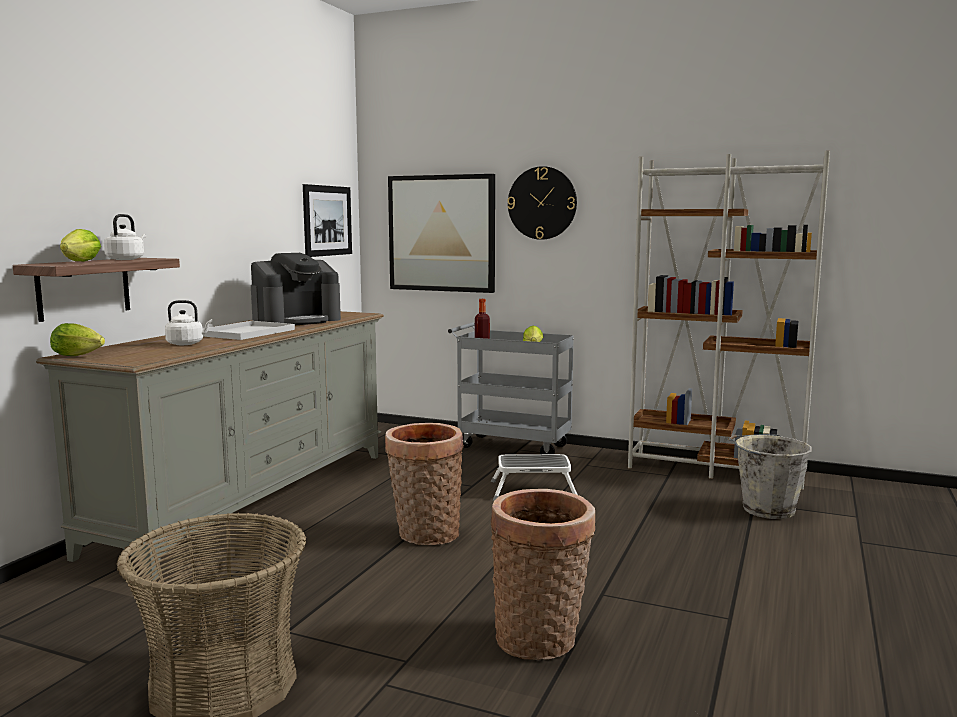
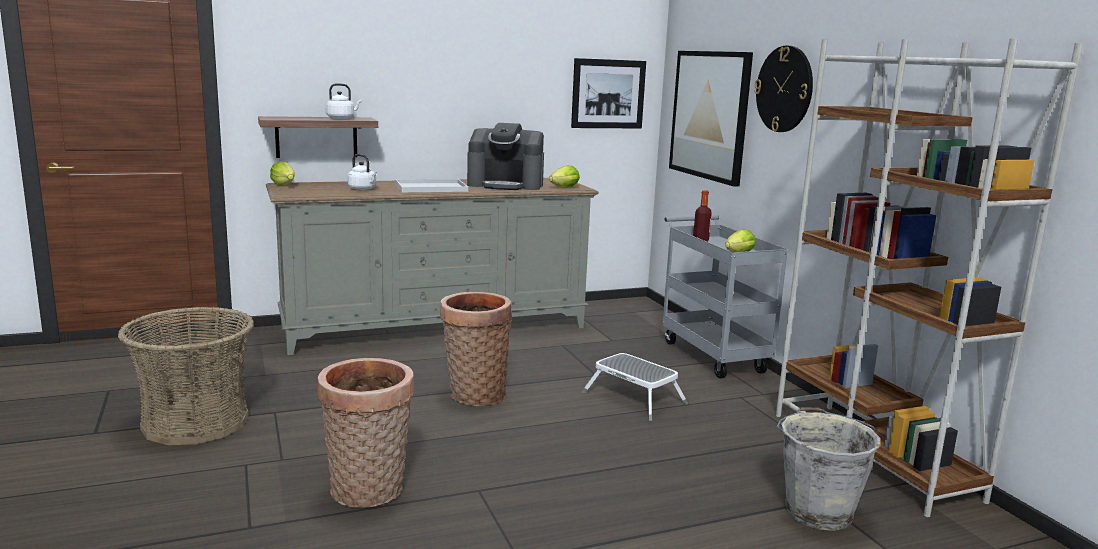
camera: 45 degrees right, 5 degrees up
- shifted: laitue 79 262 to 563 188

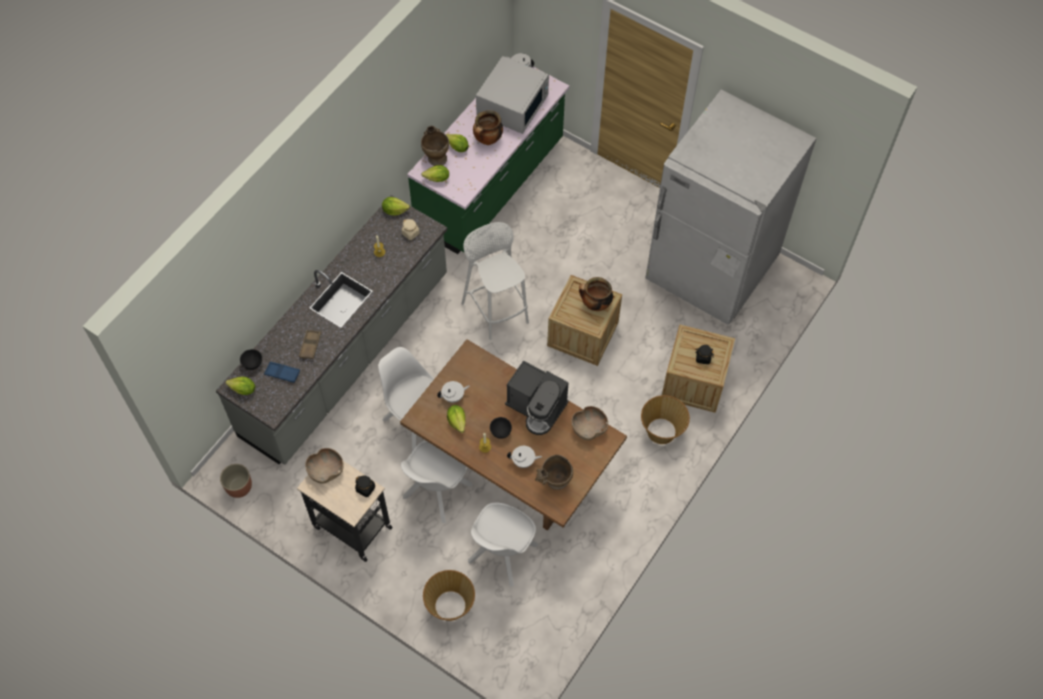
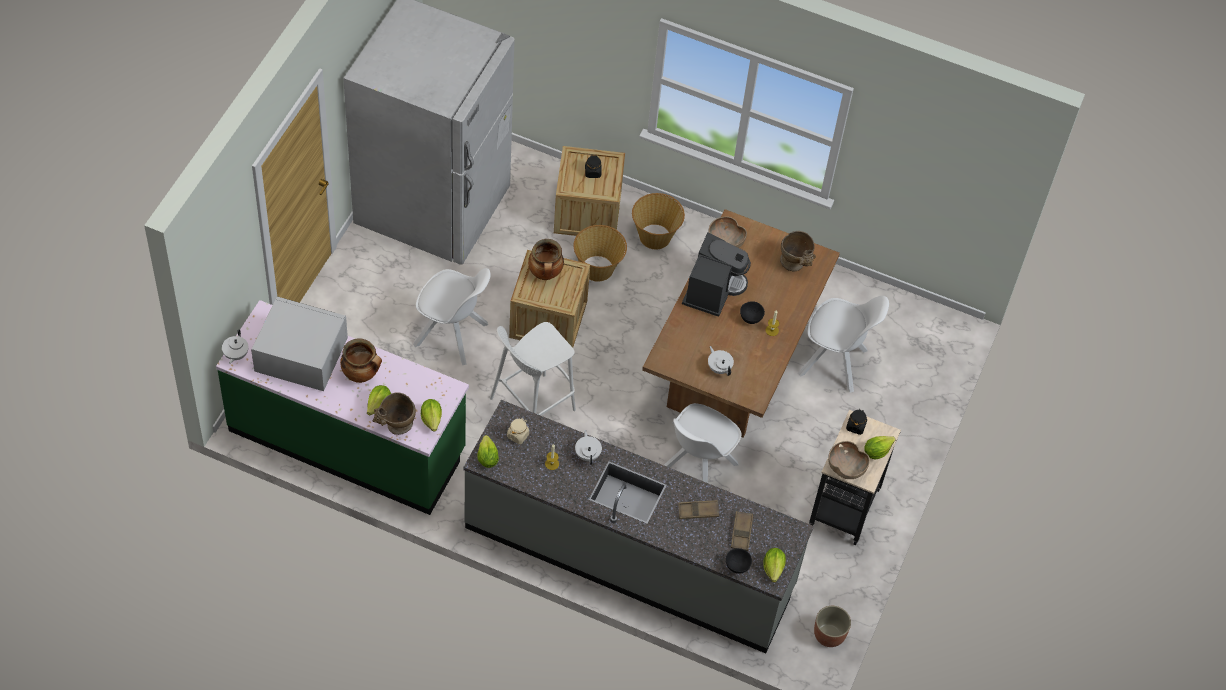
camera: 105 degrees left, 5 degrees down
- shifted: chaise (blanc) 436 491 to 452 335
- shifted: panier 450 606 to 598 268
- shifted: laitue 457 421 to 876 451
- shifted: théière (blanc) 523 461 to 588 454
- repainted: plateau (bleu) 282 373 to plateau (marron) 741 532

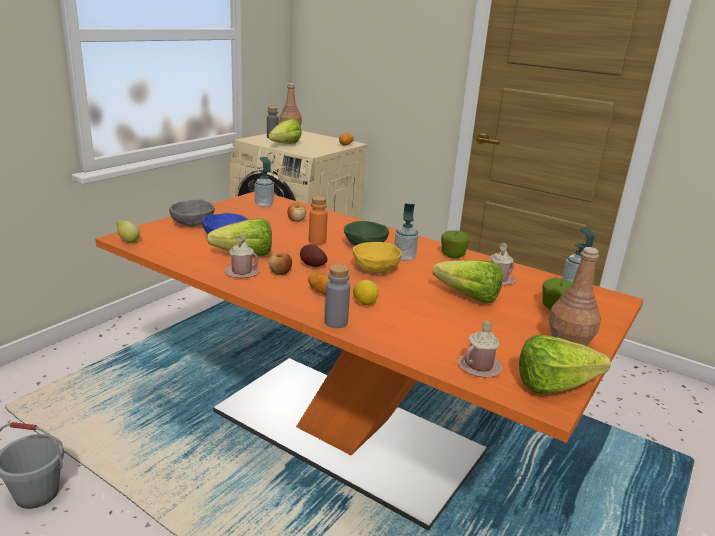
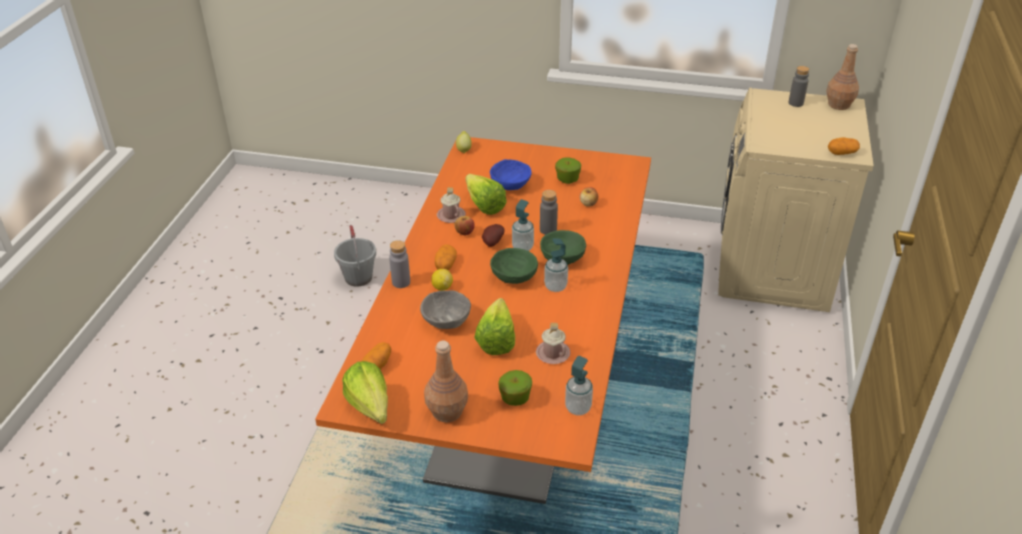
camera: 70 degrees right, 15 degrees up
- gone: laitue 282 145
- shifted: bol (gris) 192 224 to 446 321
- shifted: distributeur de savon 264 204 to 522 247
- shifted: pomme 453 255 to 567 179
- swapped: mug (rose) 479 367 to pomme de terre 377 364
- repainted: bouteille (orange) 317 241 to bouteille (gris) 548 230
- repainted: bol (jaune) 376 269 to bol (vert) 514 277

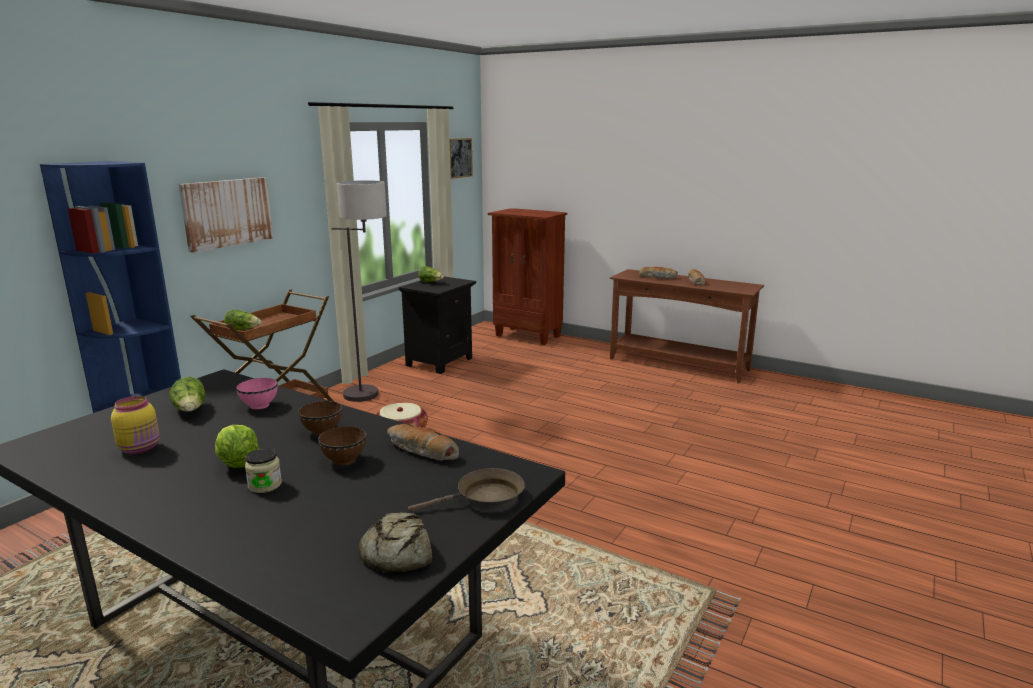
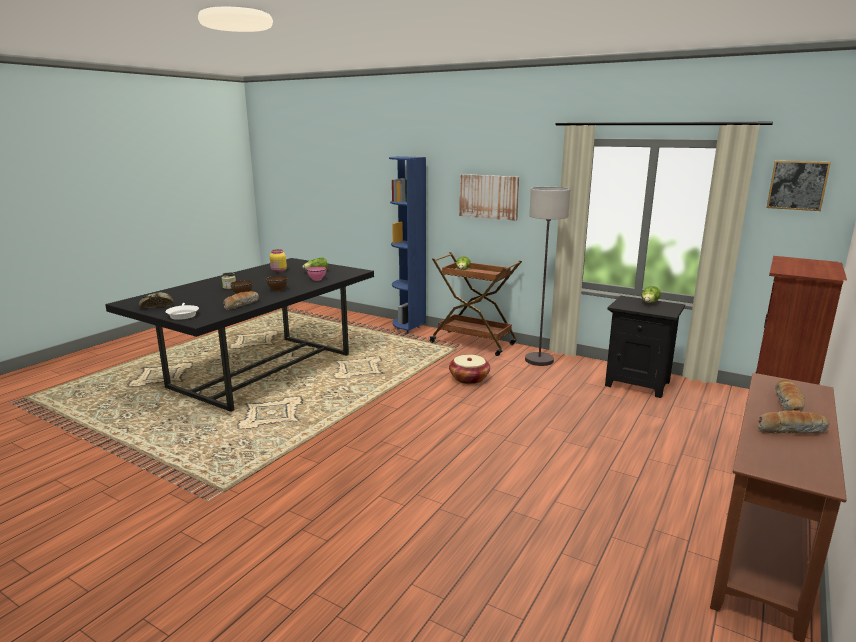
camera: 90 degrees right, 0 degrees up
- gone: laitue 238 463
- repainted: poêle (marron) 485 498 to poêle (blanc) 182 315

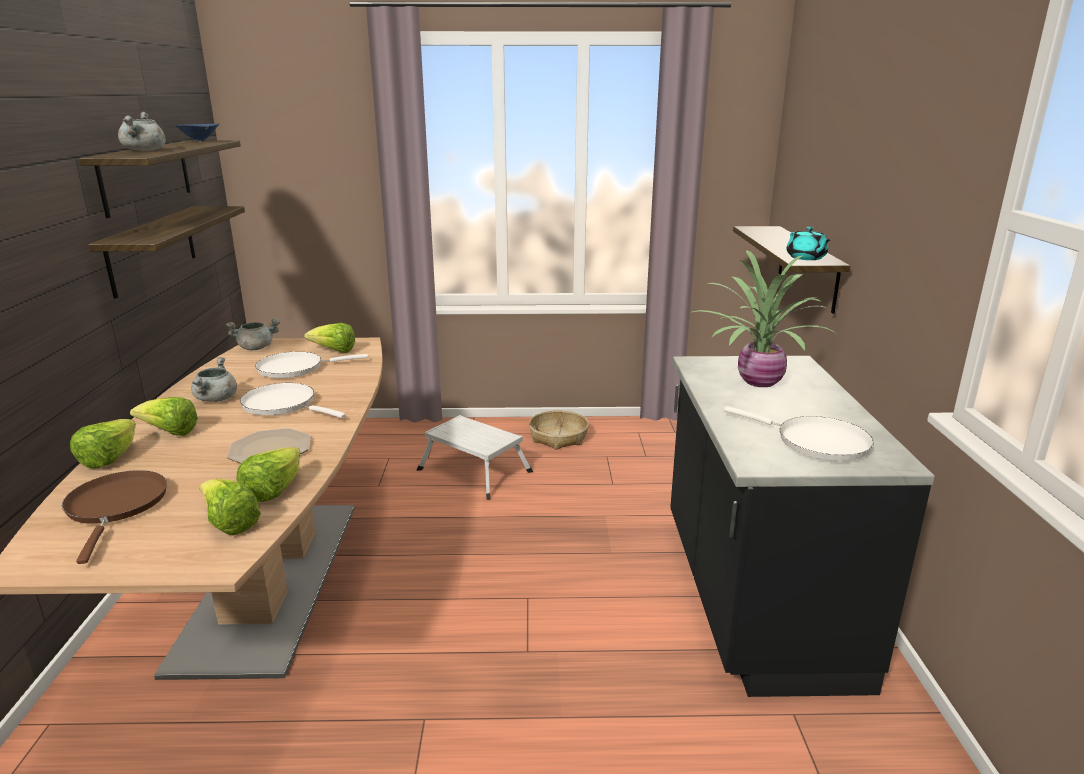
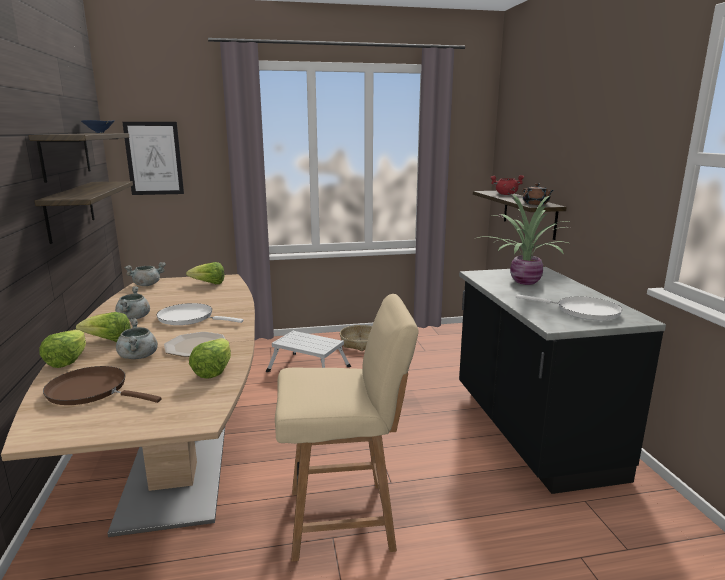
camera: 10 degrees left, 5 degrees down
- gone: laitue 229 524
- gone: poêle (blanc) 295 368
- new: tableau 154 158
- new: chaise (beige) 344 519
- new: marmite (rouge) 505 194
- shifted: marmite (gris) 145 151 to 139 356
- repainted: théière (turquoise) 806 258 to théière (marron) 536 204
- rotated: poêle (marron) 116 507 = 92 391 45 degrees counterclockwise

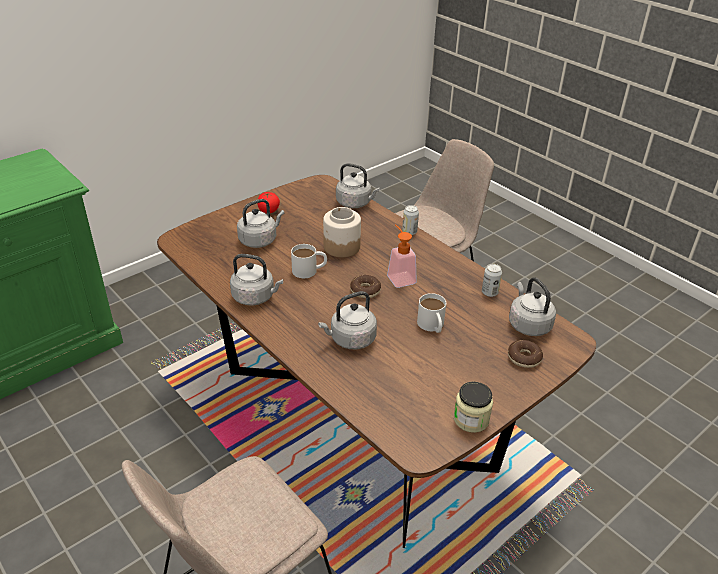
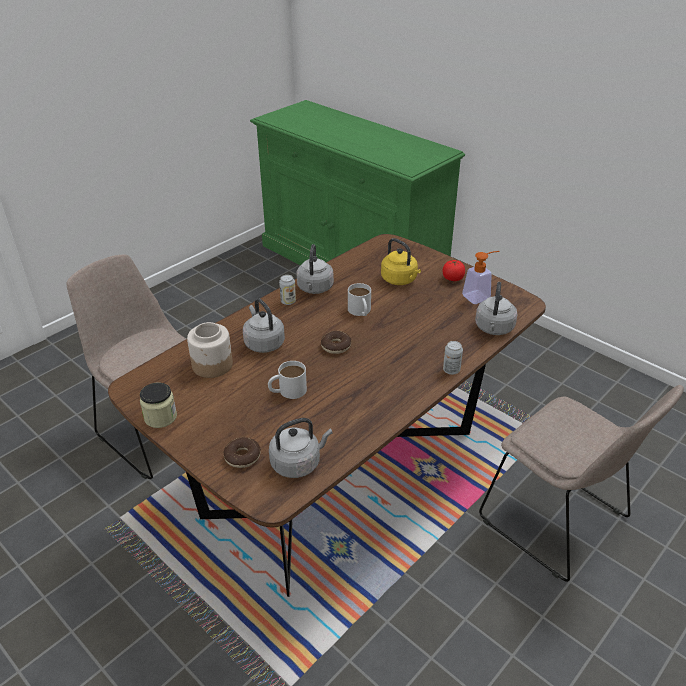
camera: 85 degrees right, 0 degrees up
- shifted: bocal 341 247 to 213 365
- shifted: distributeur de savon 399 277 to 480 296
- shifted: boîte métallique 489 292 to 288 301
- repainted: bouilloire (gris) 259 240 to bouilloire (jaune) 400 280

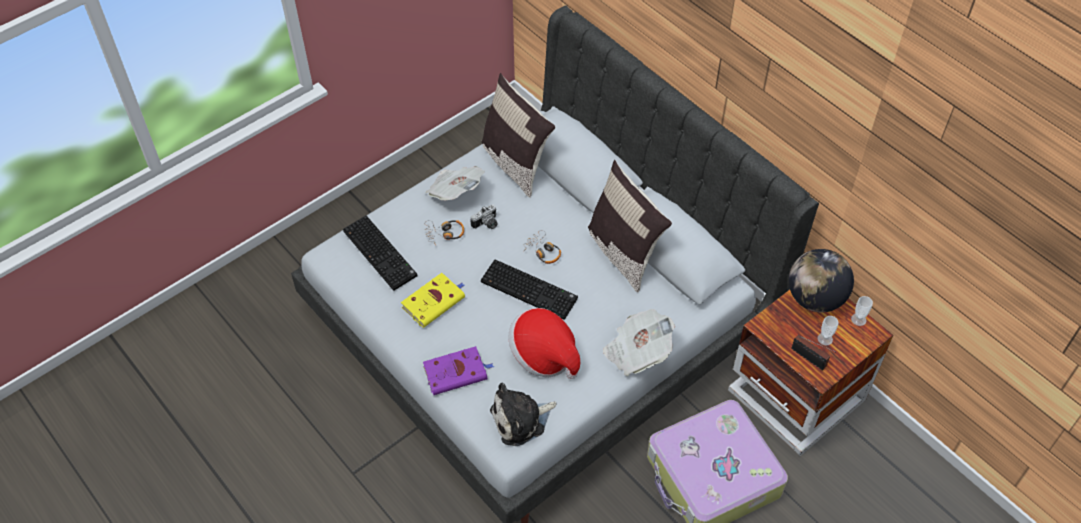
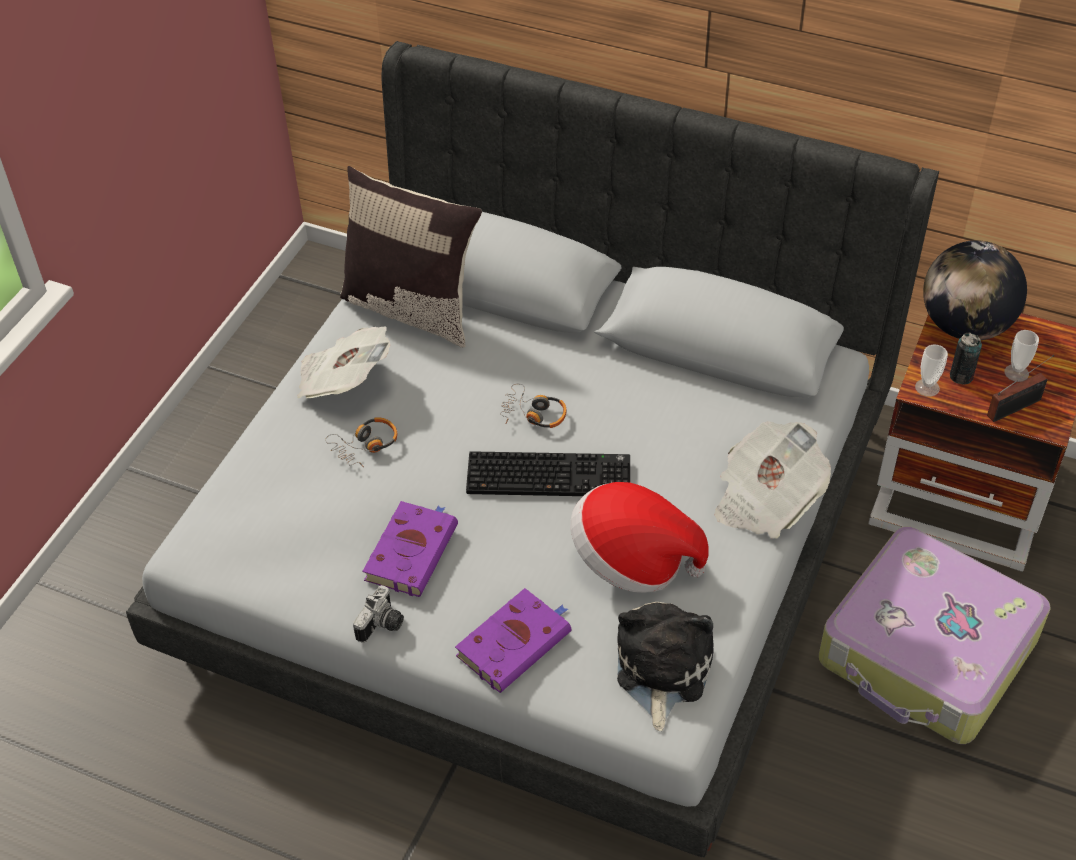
camera: 25 degrees left, 5 degrees down
- gone: clavier 381 253
- gone: coussin 624 254
- new: boîte métallique 961 376
- shifted: appareil photo 487 224 to 383 626
- shifted: tasse 858 319 to 927 387
- repainted: livre (jaune) 434 301 to livre (violet) 412 550
- rotated: peluche 521 420 = 661 670 150 degrees clockwise
- rotated: radio 810 359 = 1017 407 45 degrees counterclockwise

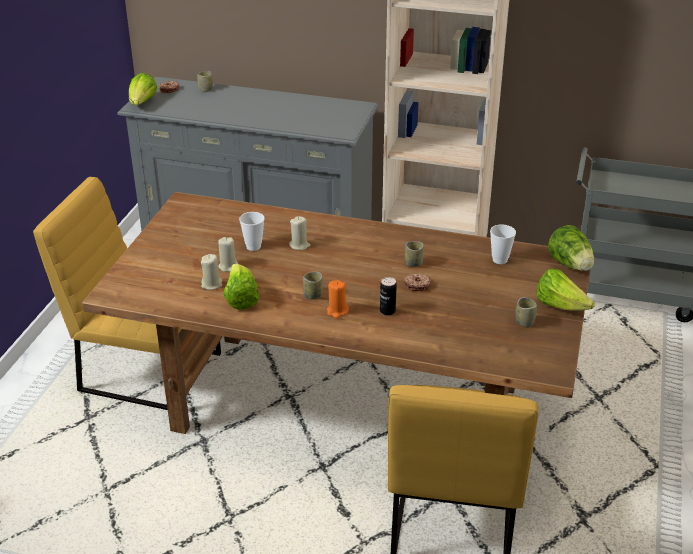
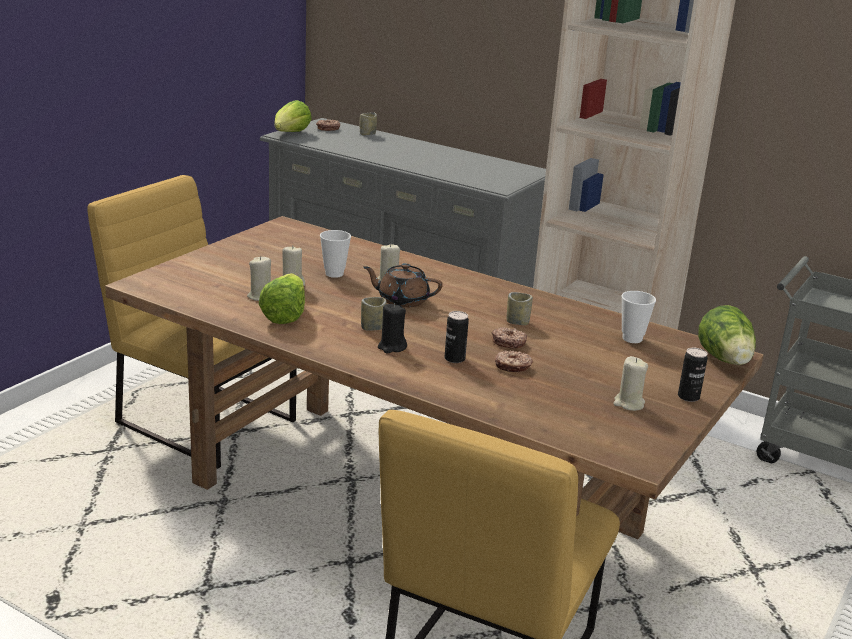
camera: 15 degrees right, 10 degrees down
- new: théière (marron) 402 300
- new: beignet 512 367
- swapped: tasse 524 322 to bougie (beige) 628 403
- swapped: laitue 560 306 to boîte métallique 688 397
- repainted: bougie (orange) 337 311 to bougie (noir) 391 347

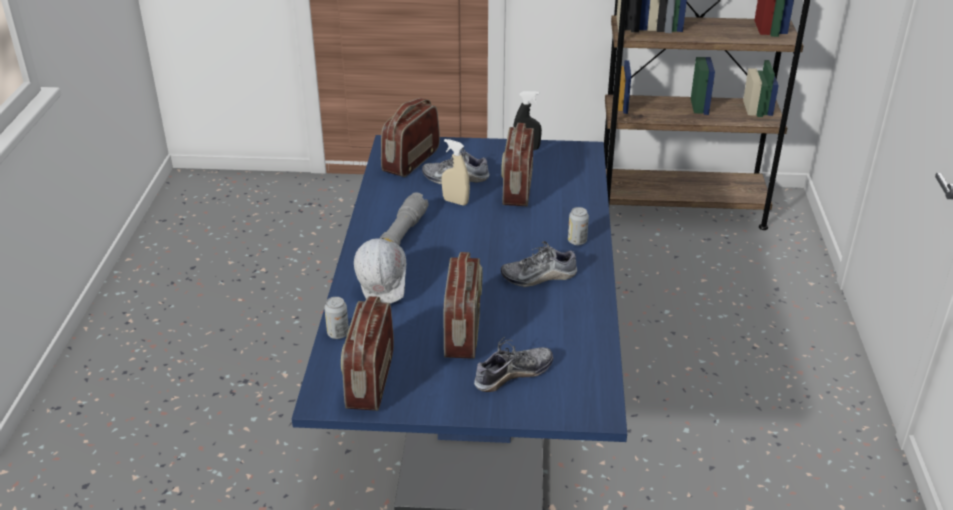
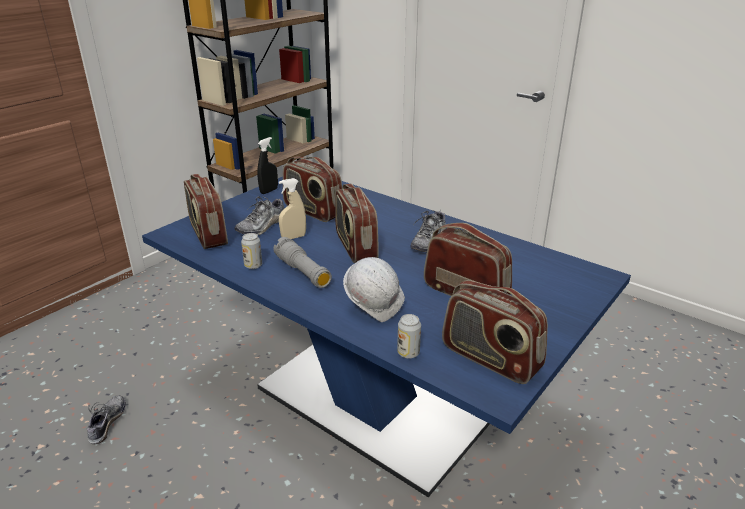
camera: 55 degrees left, 5 degrees down
- new: radio 355 246
- shifted: chaussure 513 374 to 107 423
- shifted: boîte métallique 577 241 to 253 265

